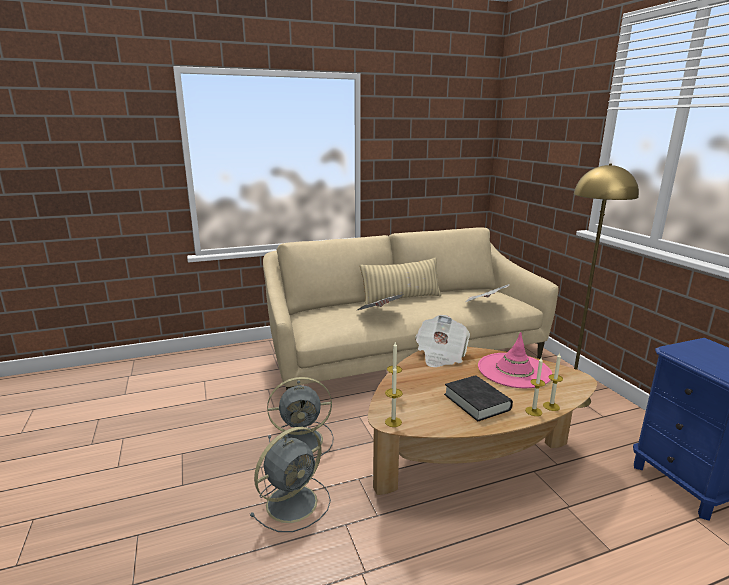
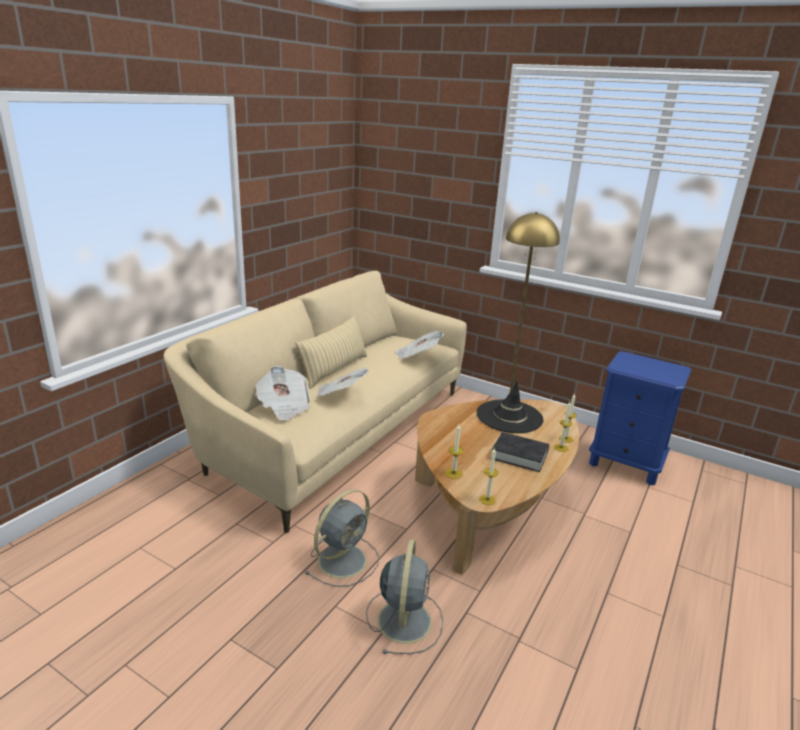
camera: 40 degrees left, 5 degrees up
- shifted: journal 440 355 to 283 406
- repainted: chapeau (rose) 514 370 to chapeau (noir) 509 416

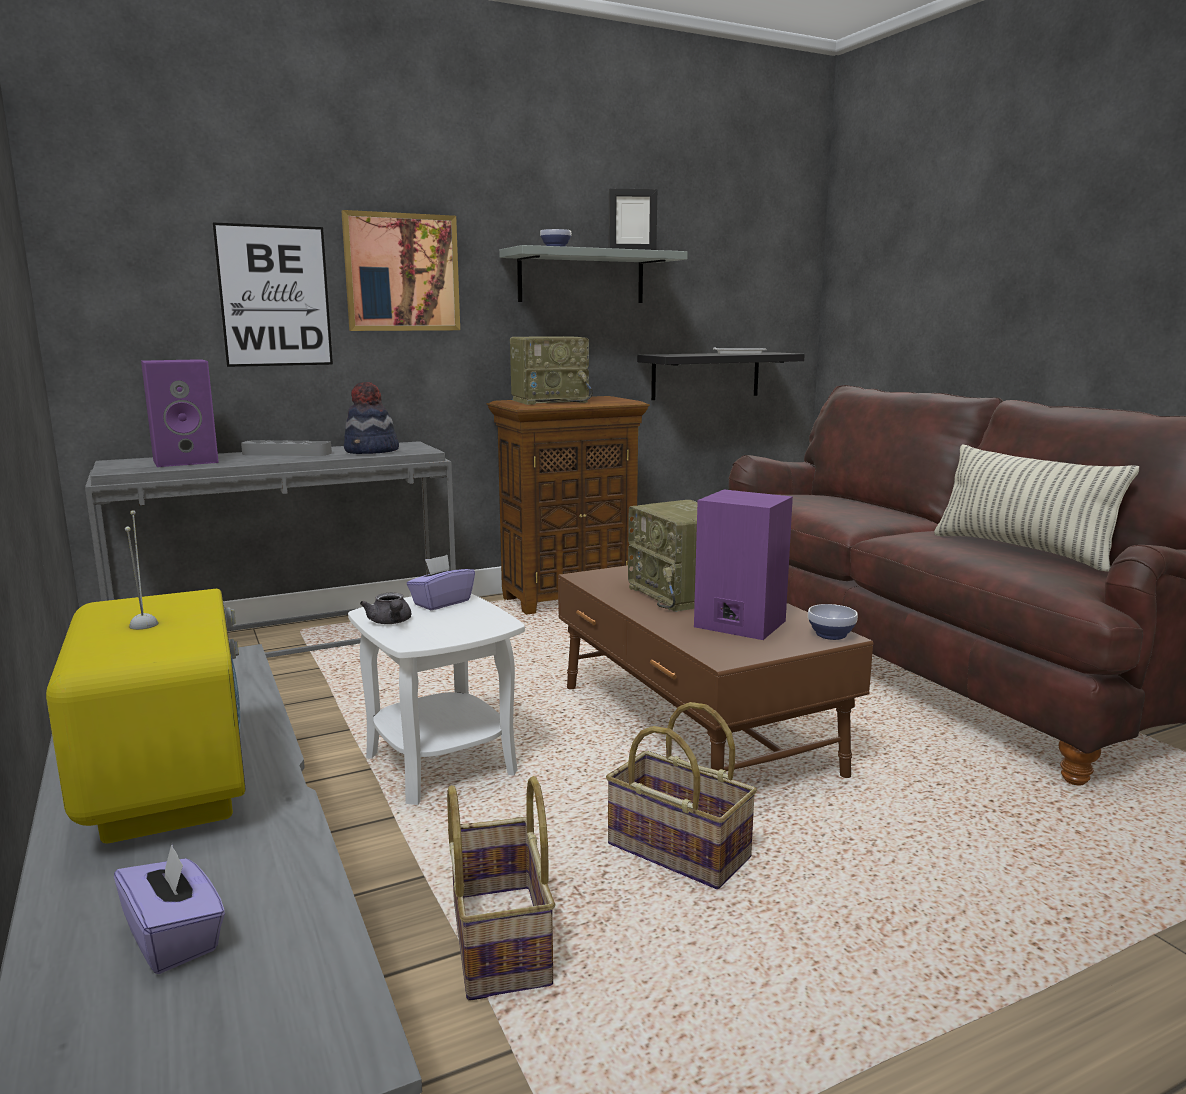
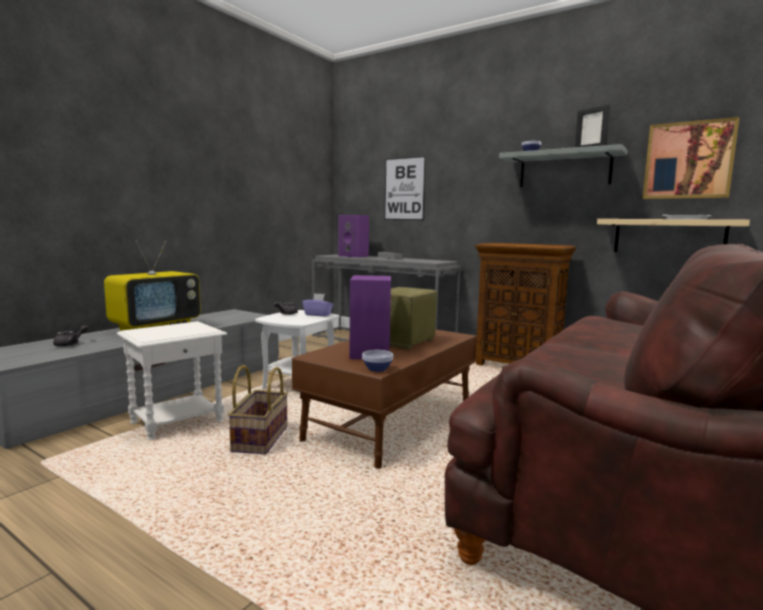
camera: 60 degrees right, 5 degrees down
- gone: chapeau 371 451
- gone: radio 550 401
- gone: coussin 1021 550
- shifted: tableau 402 273 to 688 160
- swapped: boîte à mouchoirs (violet) 175 938 to théière (gris) 70 344
- swapped: panier 497 941 to table d'appoint (blanc) 176 421
- repainted: étagère (noir) 706 375 to étagère (beige) 668 237

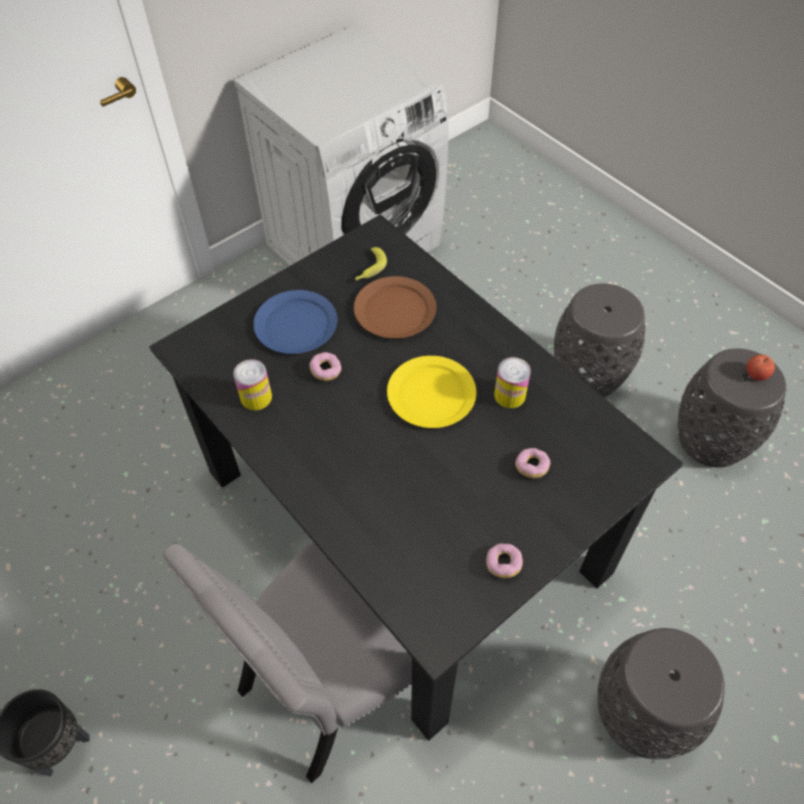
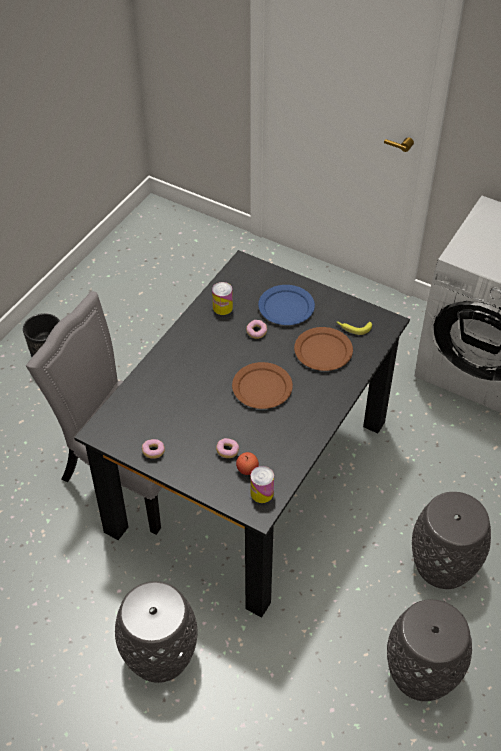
camera: 70 degrees right, 5 degrees down
- shifted: boîte métallique 509 395 to 262 493
- shifted: pomme 756 374 to 247 469
- repainted: assiette (jaune) 431 393 to assiette (marron) 262 387

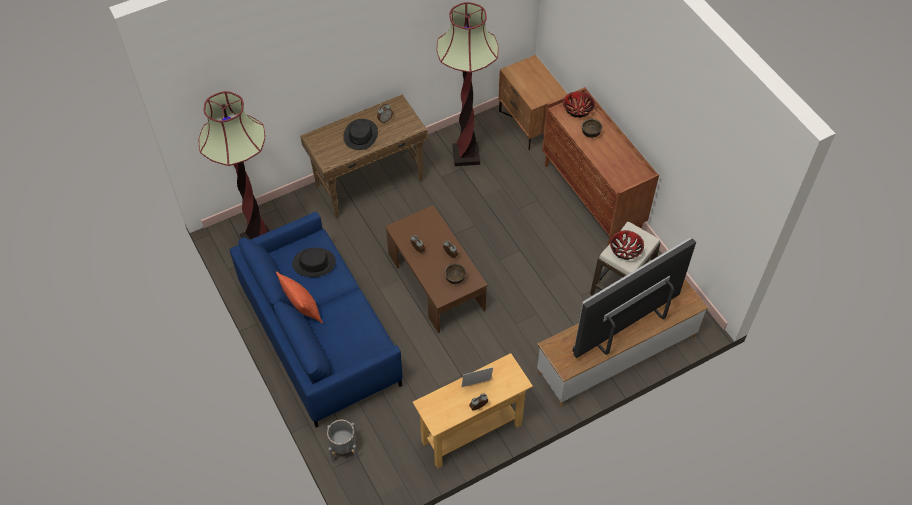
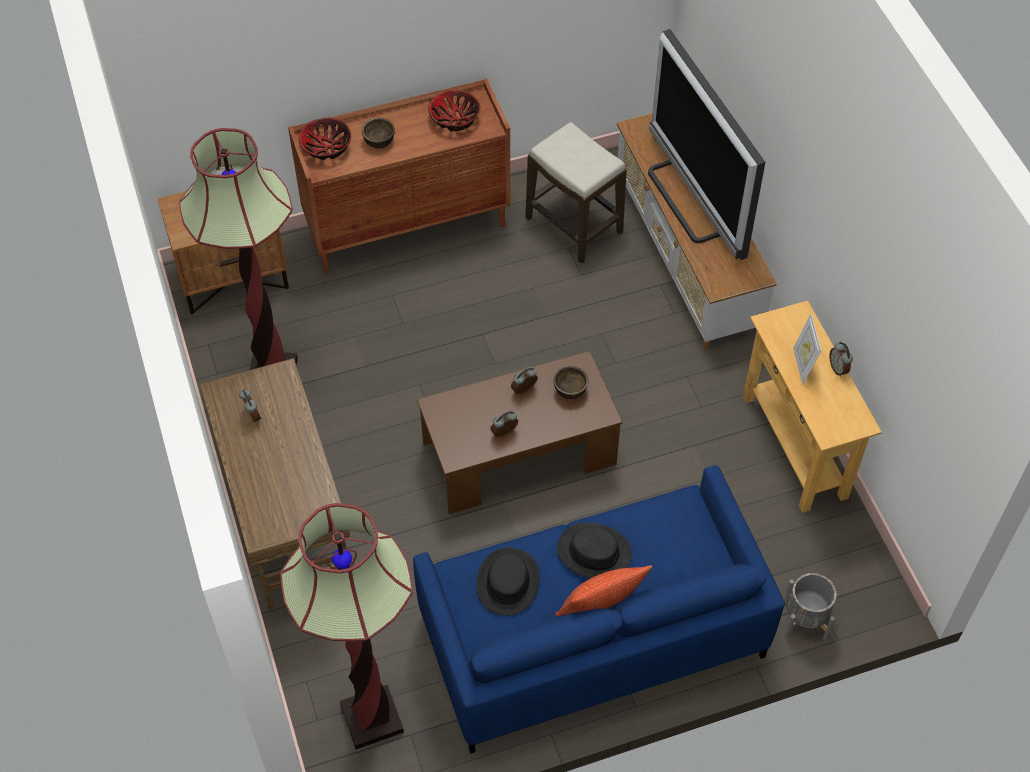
camera: 80 degrees left, 0 degrees up
- shifted: chapeau (noir) 360 135 to 594 551
- shifted: bol 625 250 to 454 119

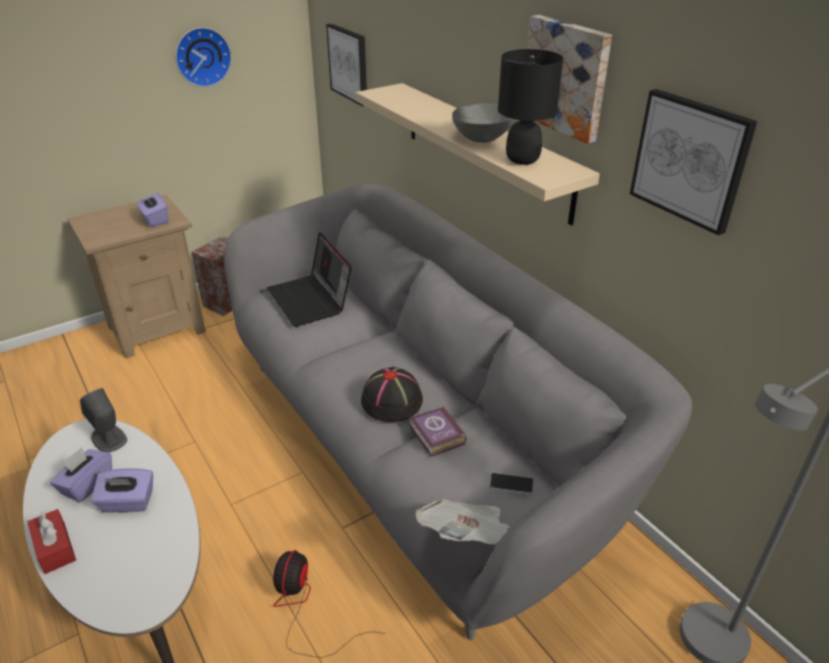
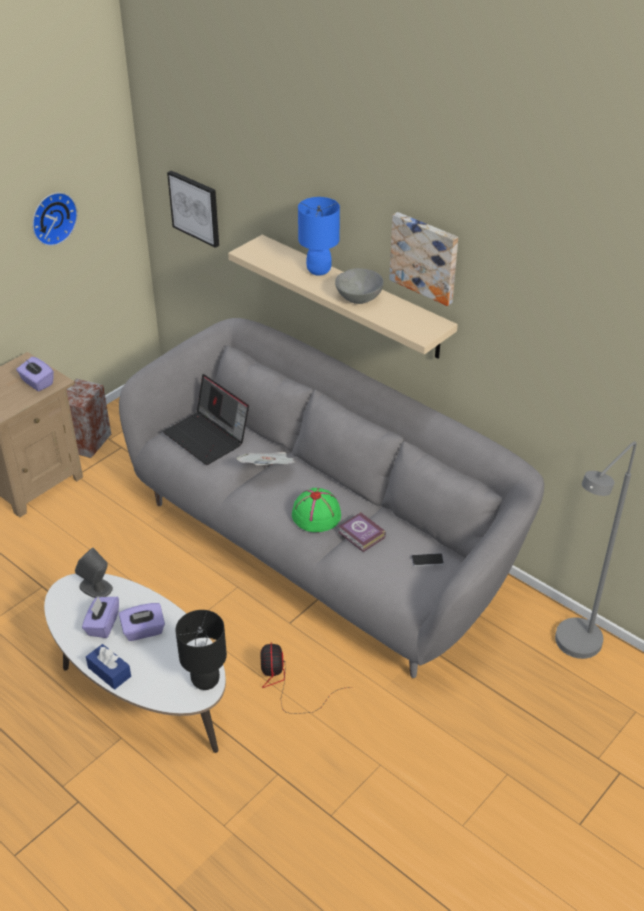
camera: 15 degrees left, 5 degrees up
- gone: tableau 690 160
- new: lampe de table (bleu) 318 271
- shifted: journal 466 536 to 268 470
- shifted: lampe de table (noir) 522 161 to 206 683
- repainted: boîte à mouchoirs (rouge) 55 548 to boîte à mouchoirs (bleu) 109 672
- repainted: chapeau (noir) 392 401 to chapeau (vert) 316 514

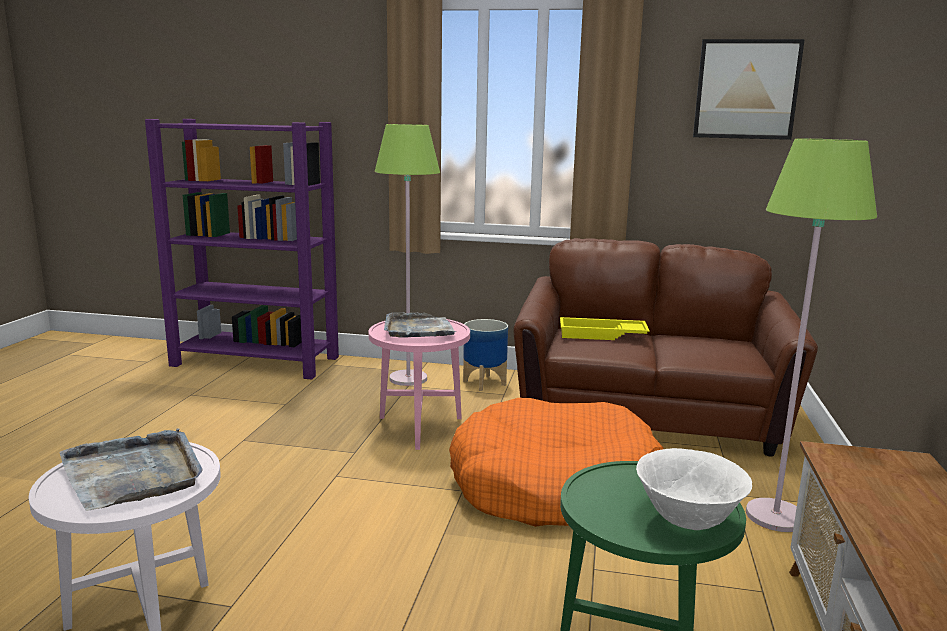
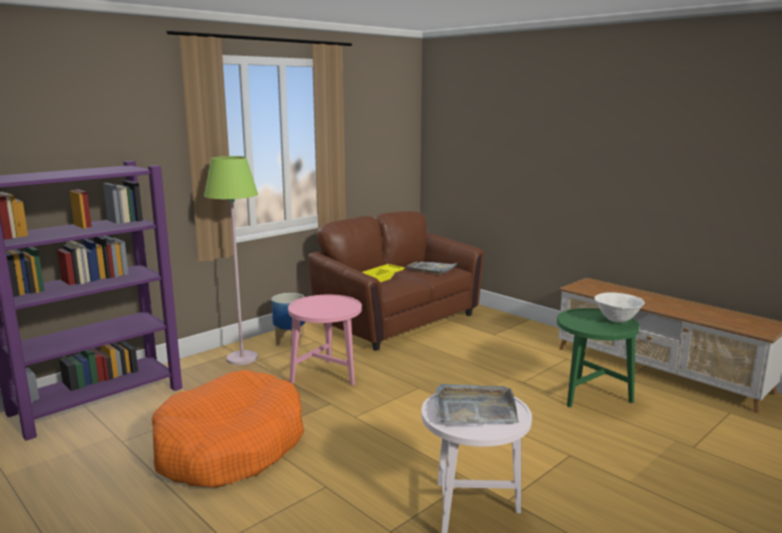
camera: 55 degrees left, 0 degrees up
- gone: tableau 746 89
- gone: lampadaire (vert) 776 516
- shifted: plateau (gris) 418 329 to 432 269
- shifted: panier pour chien (orange) 553 486 to 230 447

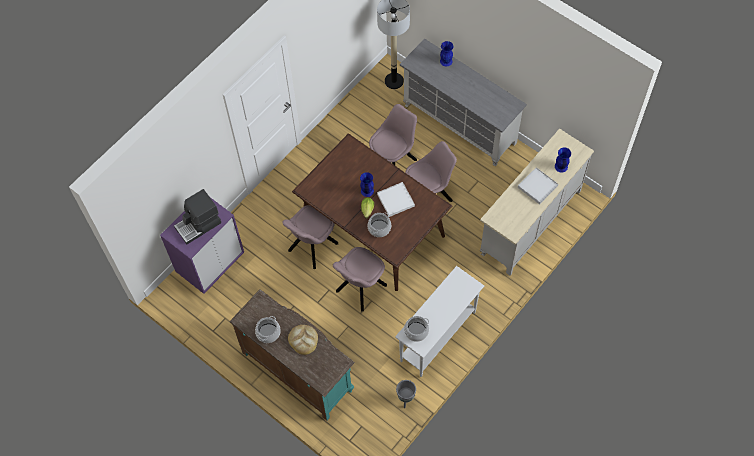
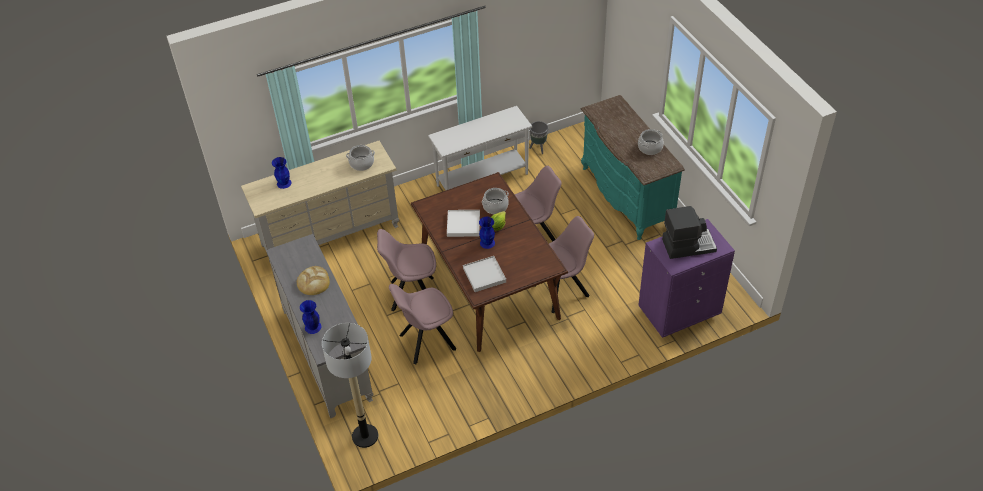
camera: 155 degrees left, 15 degrees down
- shifted: pain 303 340 to 313 282
- shifted: marmite 416 331 to 362 163
- shifted: plateau (blanc) 537 186 to 484 275

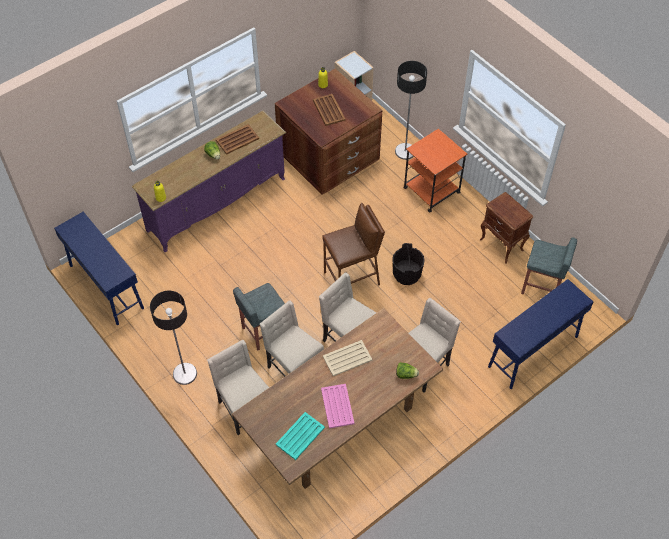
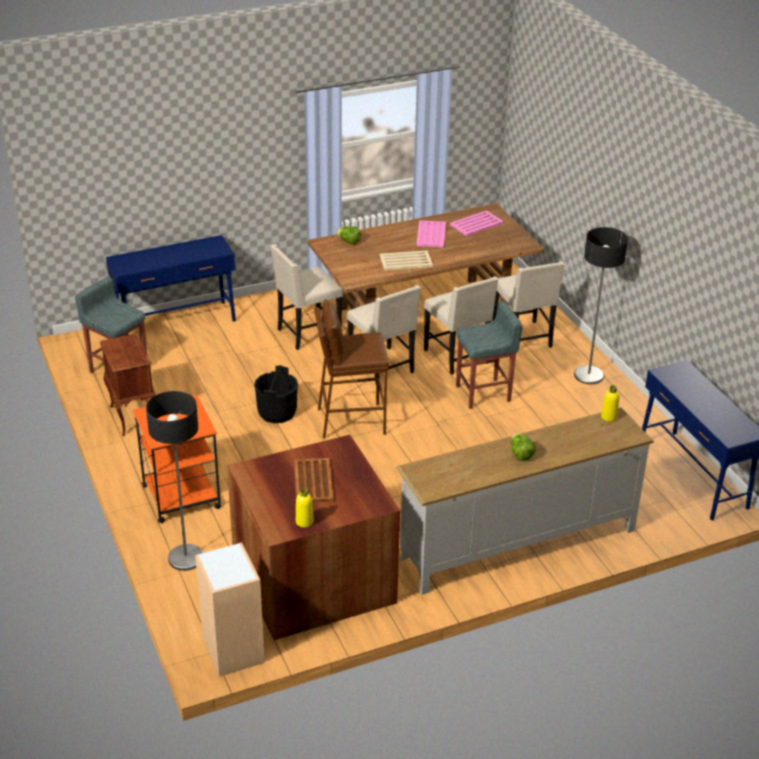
camera: 165 degrees left, 20 degrees down
- gone: plateau (marron) 238 139
- repainted: meuble de rangement (violet) 217 205 to meuble de rangement (gris) 517 543
- repainted: plateau (turquoise) 299 436 to plateau (rose) 477 224

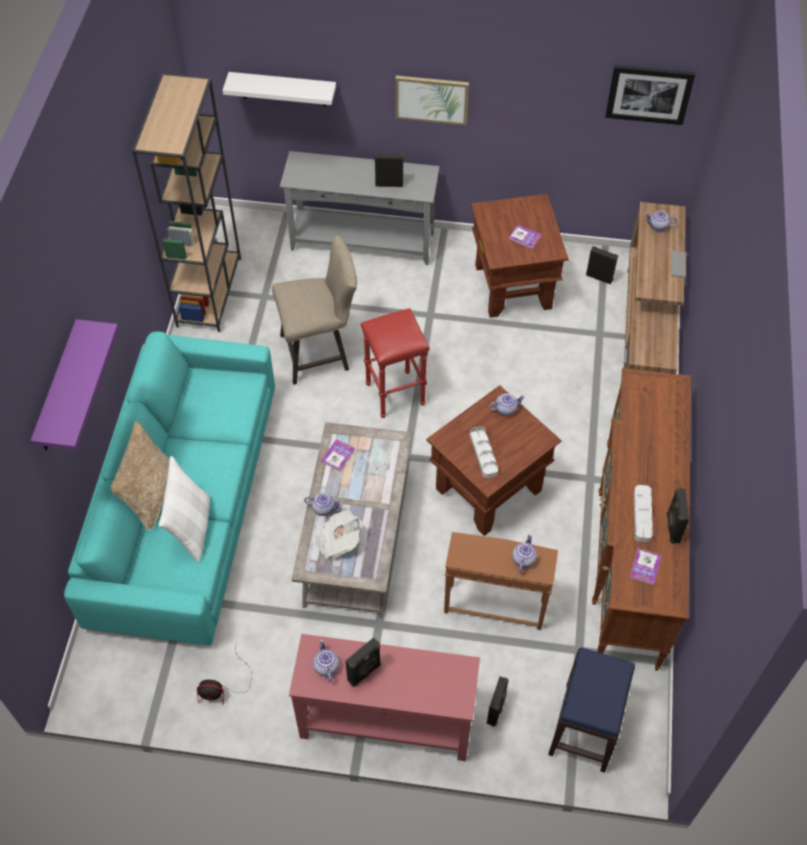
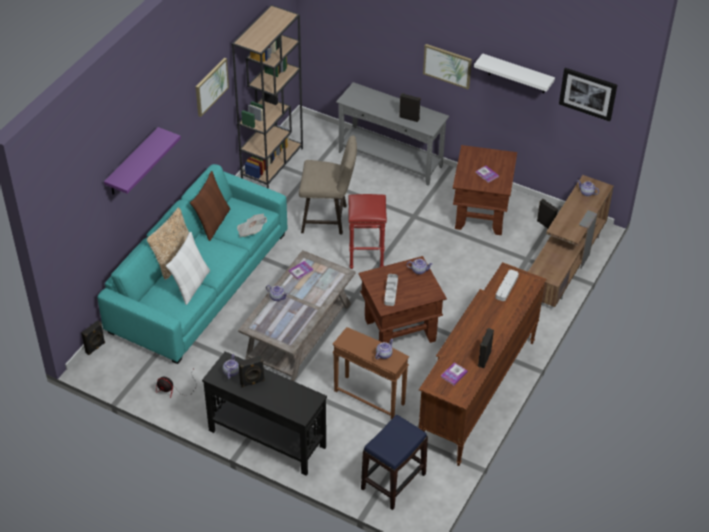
camera: 20 degrees right, 10 degrees down
- new: coussin (marron) 213 223
- new: tableau 211 86
- shifted: étagère (blanc) 283 89 to 517 74
- shifted: journal 337 541 to 251 231
- shifted: enceinte (noir) 496 710 to 95 348
- shifted: plateau (gris) 642 515 to 506 287
- repainted: table console (rouge) 385 720 to table console (noir) 266 438

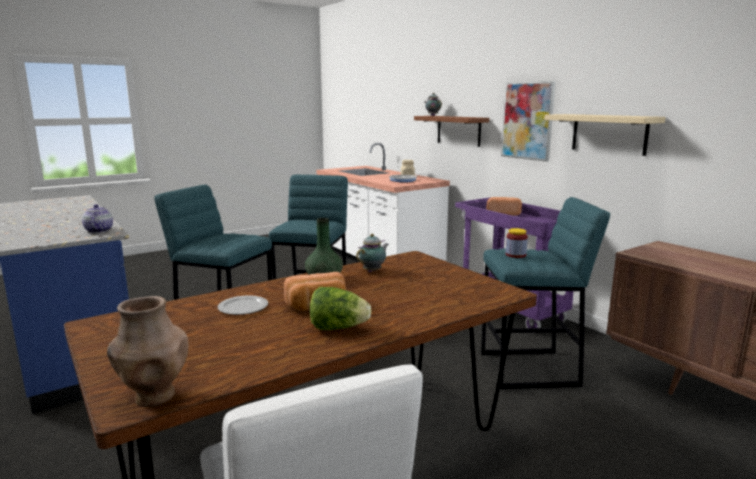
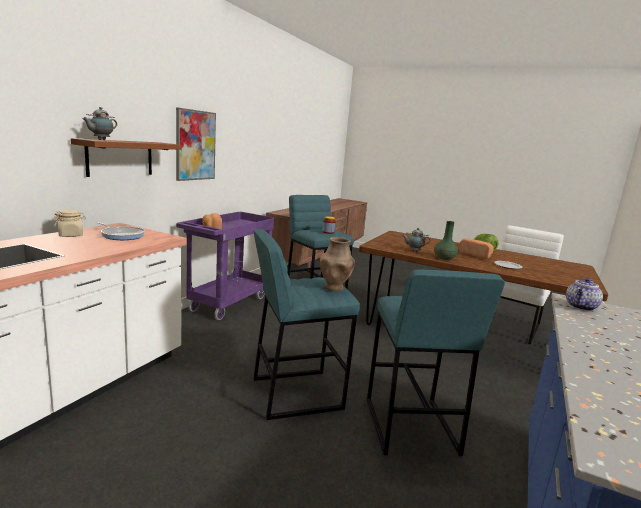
camera: 120 degrees left, 0 degrees up
- gone: étagère (beige) 609 134
- shifted: vase (marron) 154 397 to 334 288

